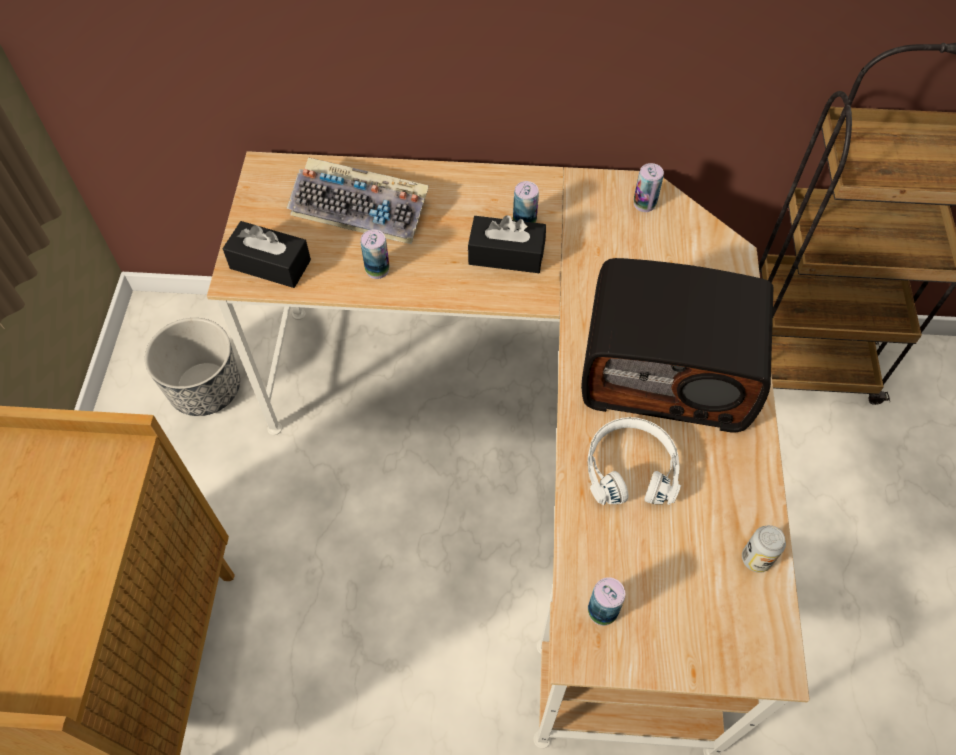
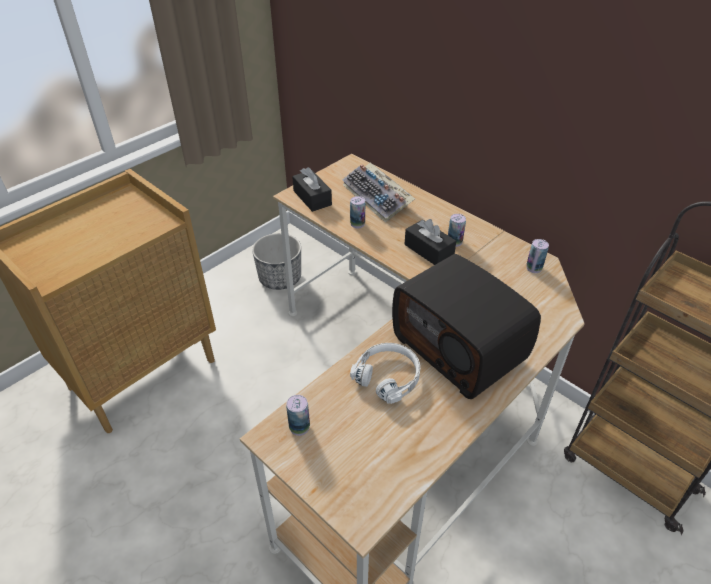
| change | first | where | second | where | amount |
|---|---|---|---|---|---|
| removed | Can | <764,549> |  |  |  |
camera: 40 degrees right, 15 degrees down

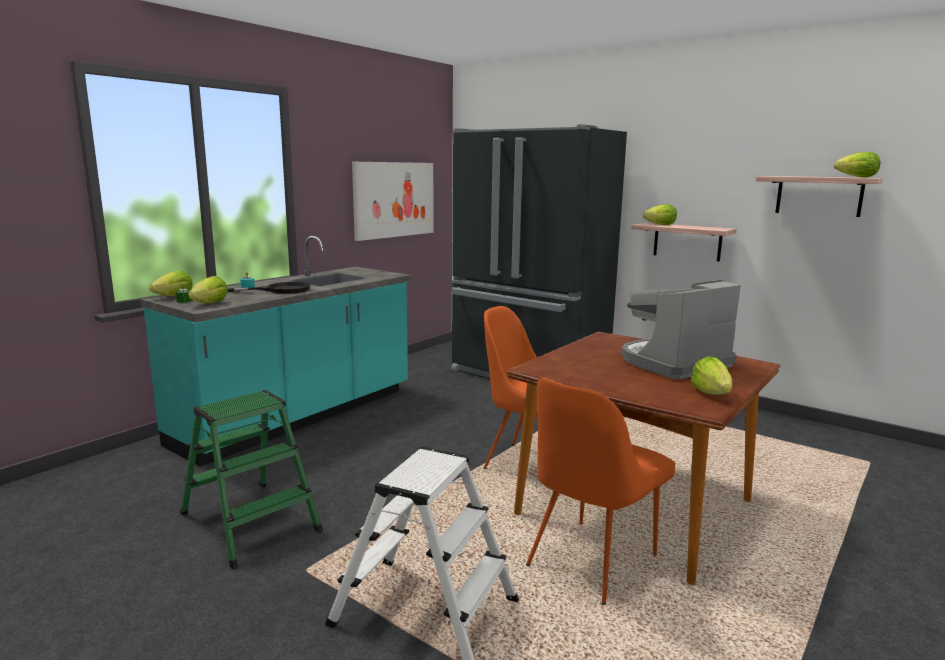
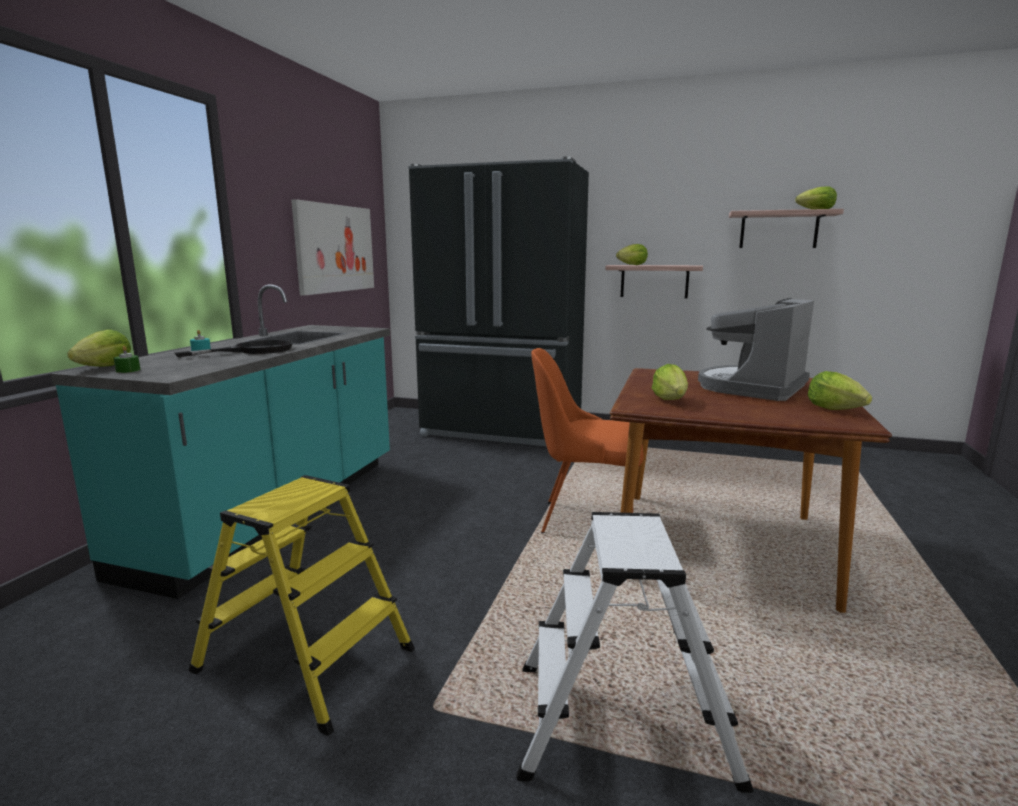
| change | first | where | second | where | amount |
|---|---|---|---|---|---|
| recoloured | GreenStepLadder | <251,479> | YellowStepLadder | <301,605> |  |
| moved | Lettuce | <208,289> |  | <670,382> |  |
| removed | OrangeChair | <600,491> |  |  |  |
camera: 20 degrees left, 0 degrees up

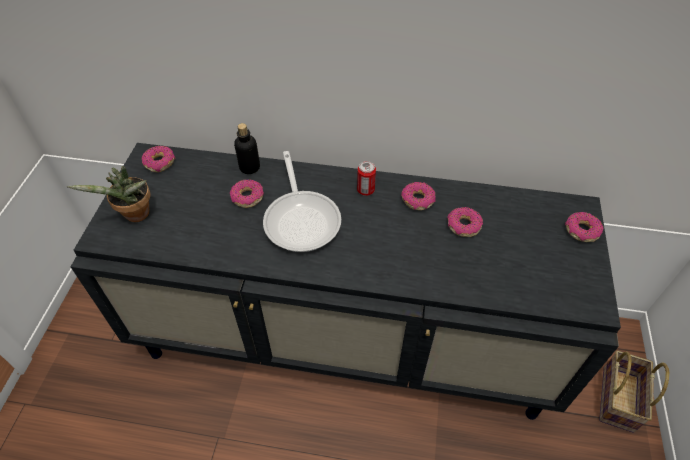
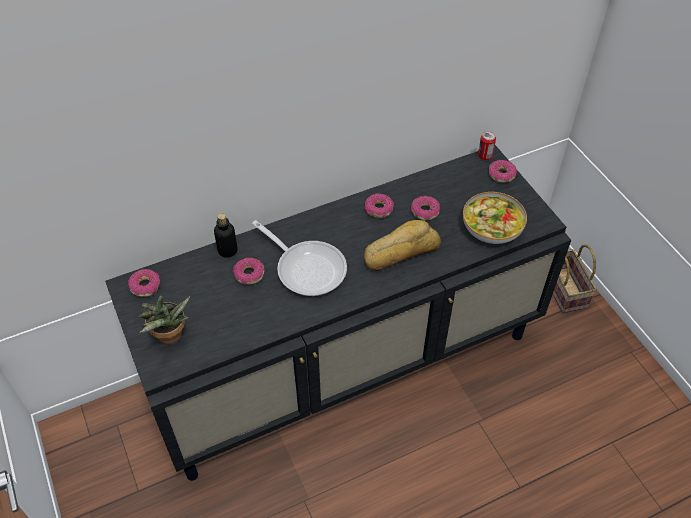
| change | first | where | second | where | amount |
|---|---|---|---|---|---|
| added |  |  | Bread | <402,245> |  |
| added |  |  | Bowl | <495,218> |  |
| moved | Can | <366,178> |  | <487,145> |  |
camera: 35 degrees left, 0 degrees up

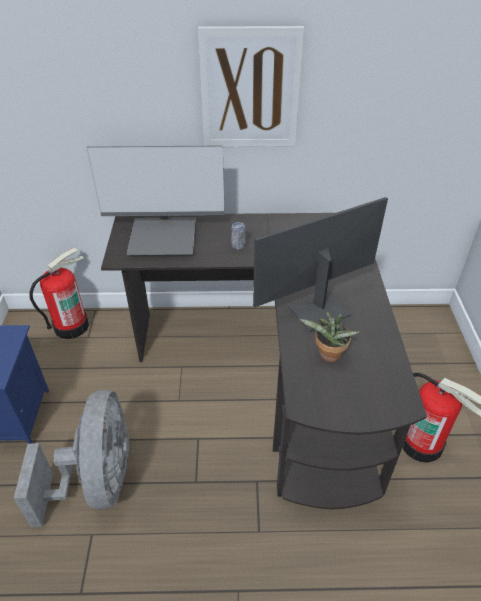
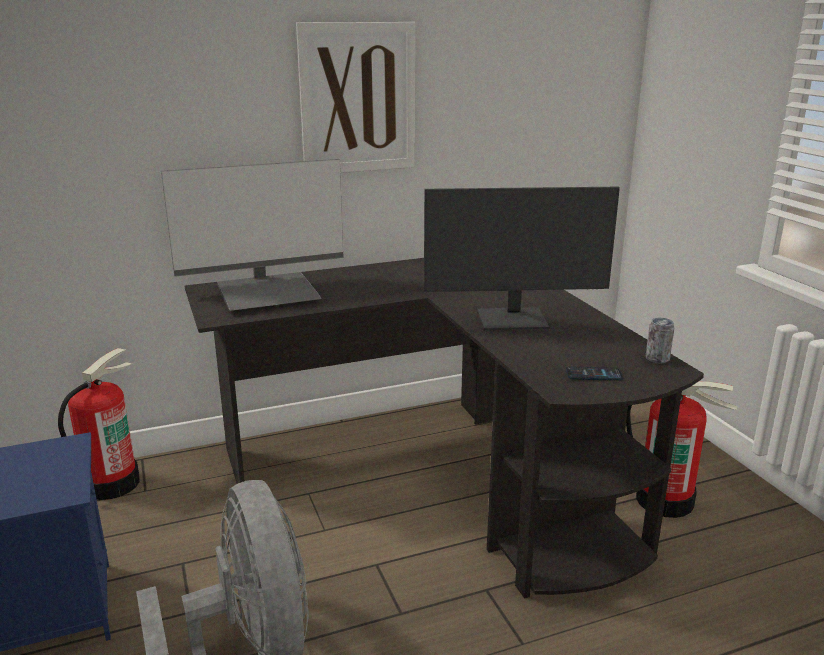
| change | first | where | second | where | amount |
|---|---|---|---|---|---|
| turned | Monitor | <320,264> |  | <522,258> | 135 degrees counterclockwise |
| added |  |  | Phone | <594,374> |  |
| moved | Can | <238,236> |  | <660,341> |  |
| removed | PottedPlant | <329,337> |  |  |  |
camera: 20 degrees left, 20 degrees down

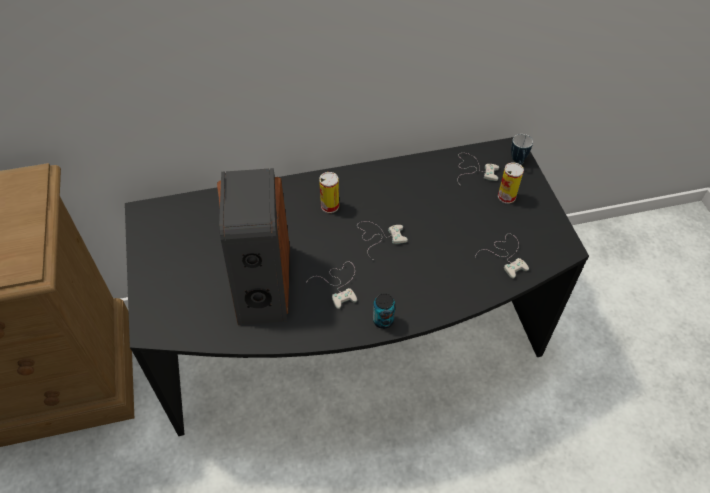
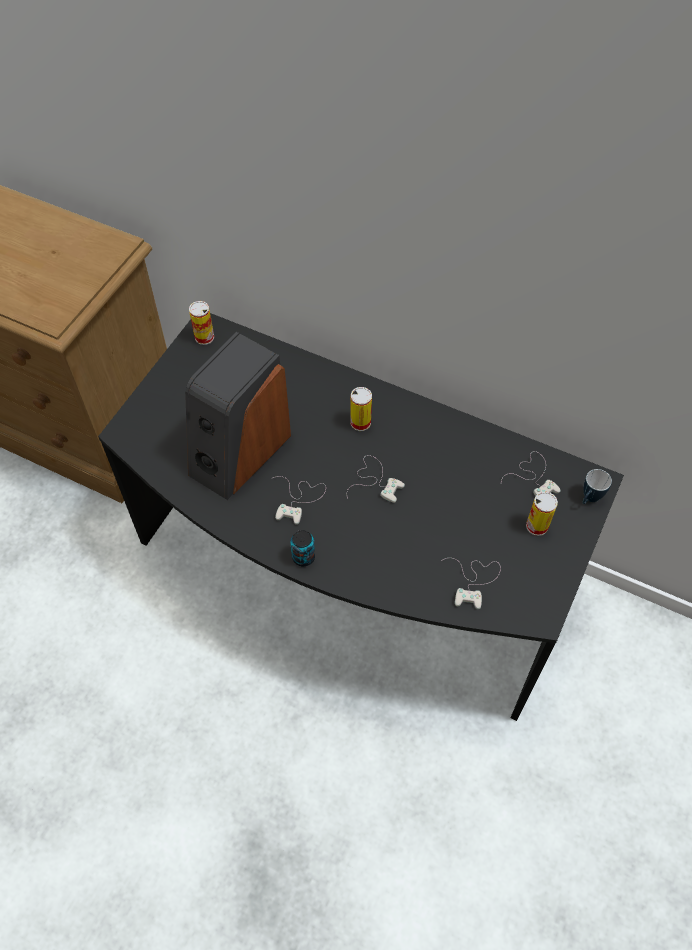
| change | first | where | second | where | amount |
|---|---|---|---|---|---|
| added |  |  | Can | <201,323> |  |
camera: 40 degrees right, 5 degrees up

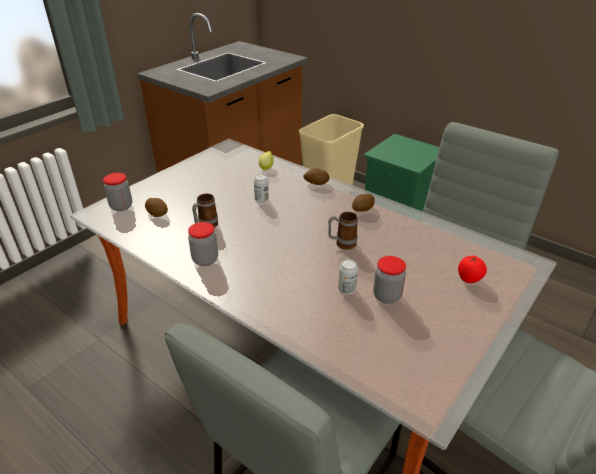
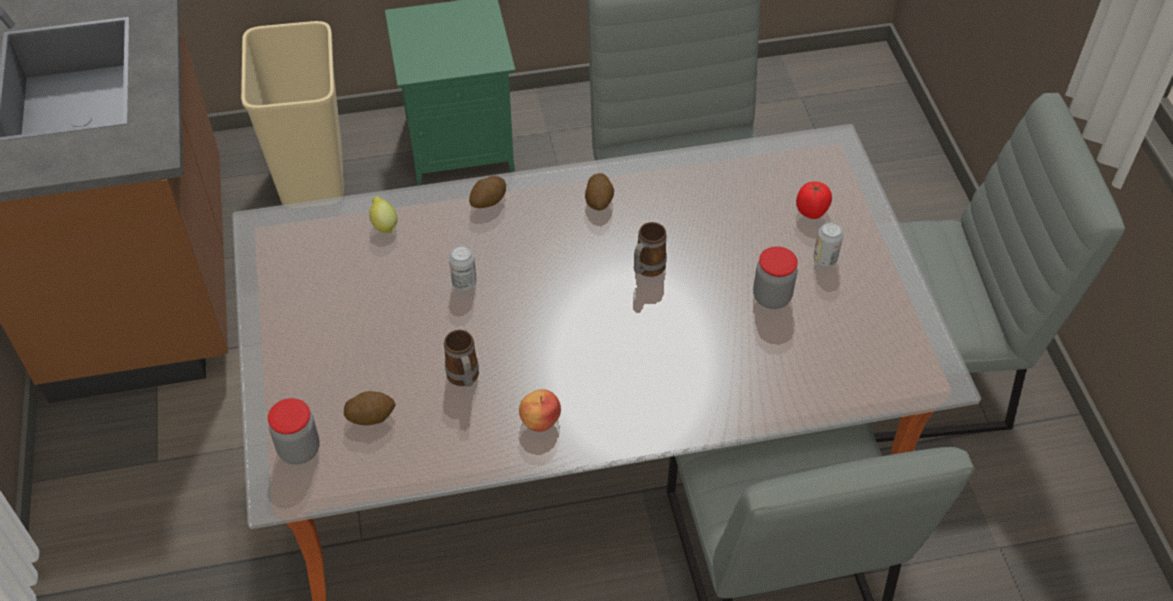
| change | first | where | second | where | amount |
|---|---|---|---|---|---|
| replaced | Jar | <203,244> | Apple | <540,410> |  |
| moved | Can | <348,276> |  | <828,244> |  |
camera: 50 degrees left, 15 degrees up

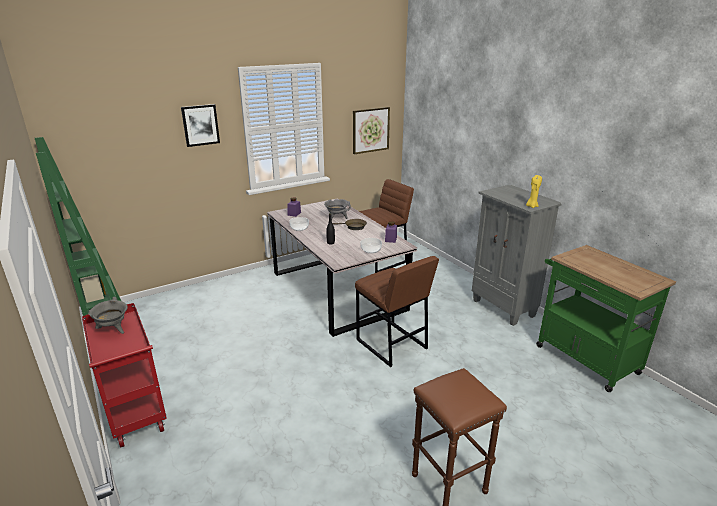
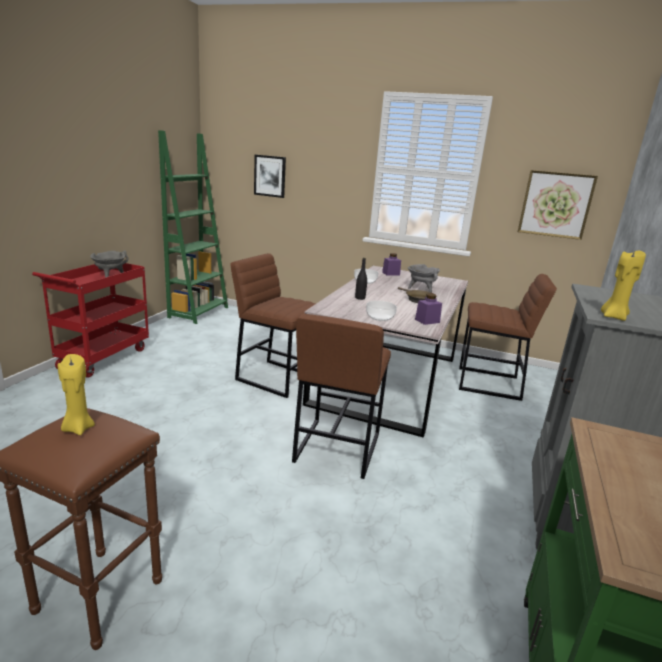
| change | first | where | second | where | amount |
|---|---|---|---|---|---|
| added |  |  | YellowCandle | <76,394> |  |
| added |  |  | BrownChair | <273,325> |  |
| moved | Picture | <200,125> |  | <270,176> |  |
camera: 50 degrees right, 5 degrees down

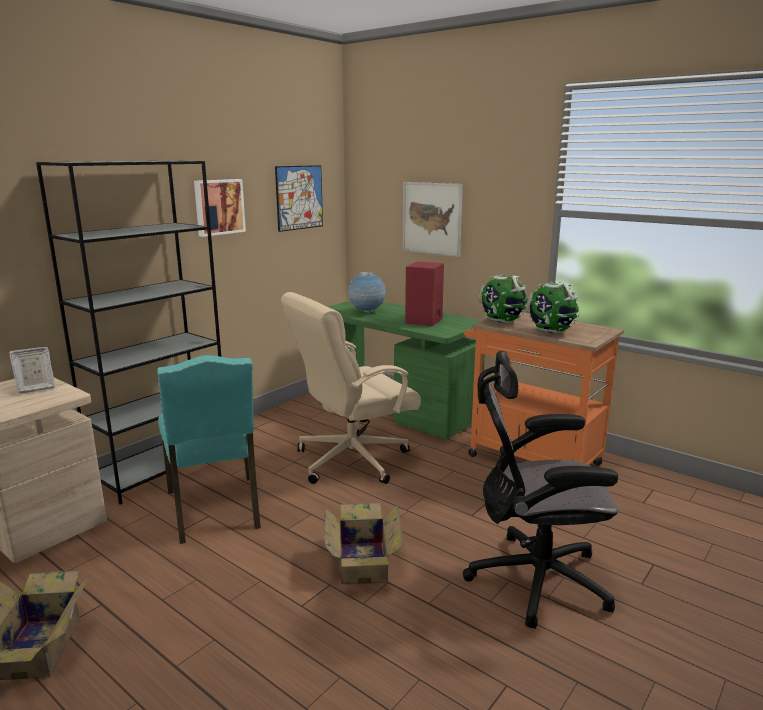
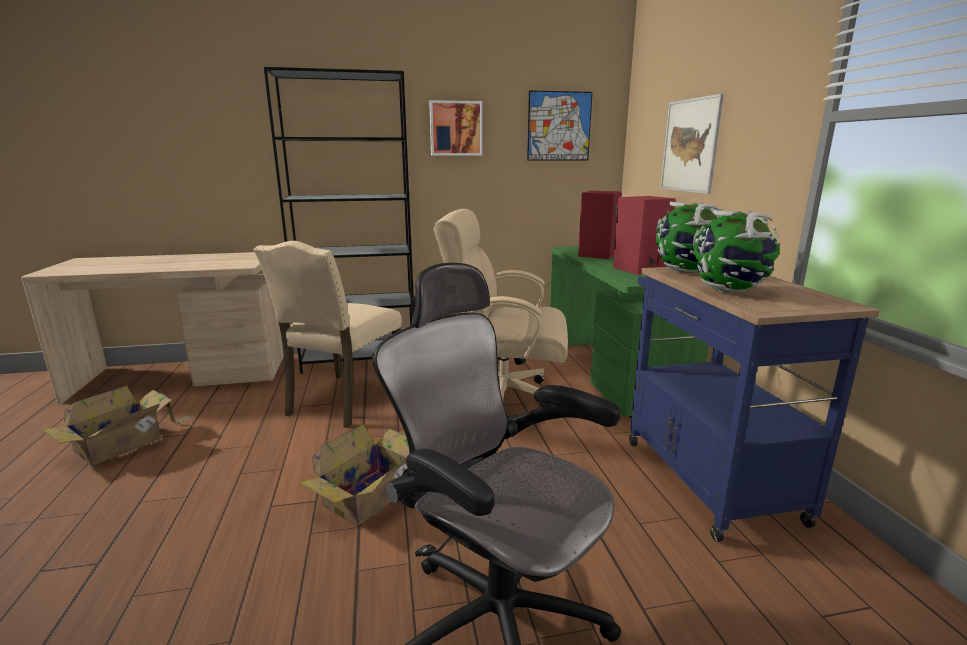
| change | first | where | second | where | amount |
|---|---|---|---|---|---|
| recoloured | TurquoiseChair | <209,449> | BeigeChair | <328,334> |  |
| replaced | Globe | <367,292> | RedSpeaker | <600,225> |  |
| recoloured | OrangeCart | <544,389> | BlueCart | <754,404> |  |
| removed | PictureFrame | <32,370> |  |  |  |
camera: 40 degrees right, 0 degrees up

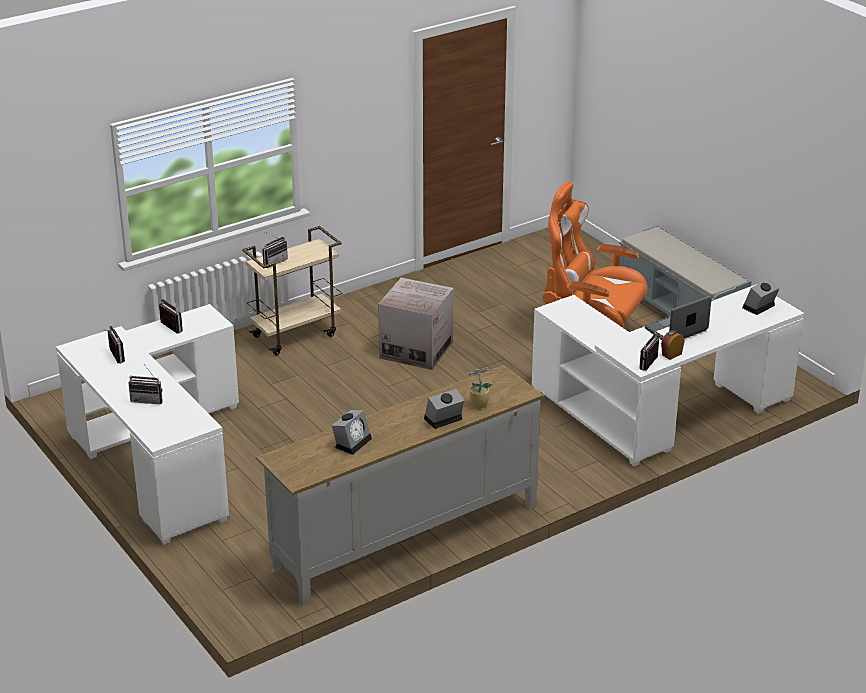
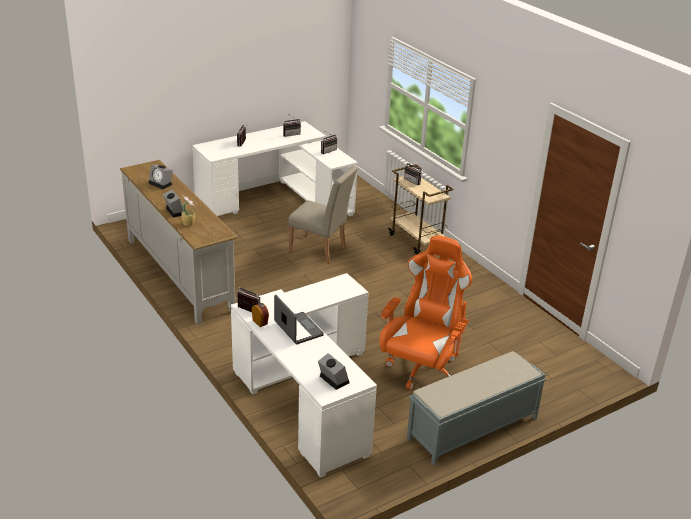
| change | first | where | second | where | amount |
|---|---|---|---|---|---|
| added |  |  | BeigeChair | <322,215> |  |
| removed | CardboardBox | <415,324> |  |  |  |
camera: 90 degrees right, 0 degrees up

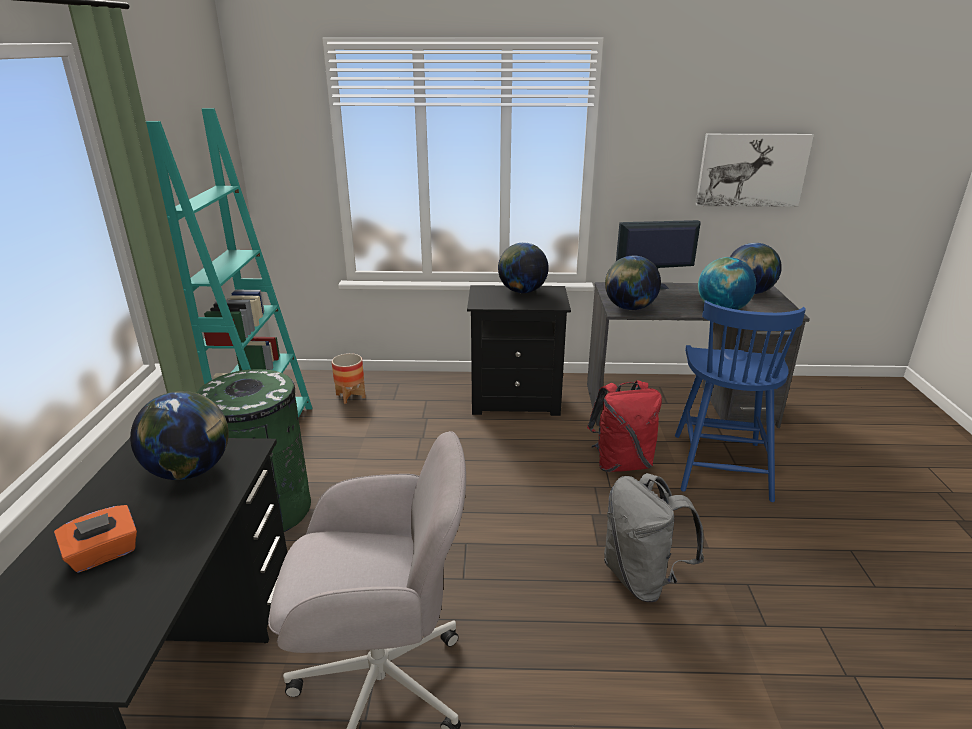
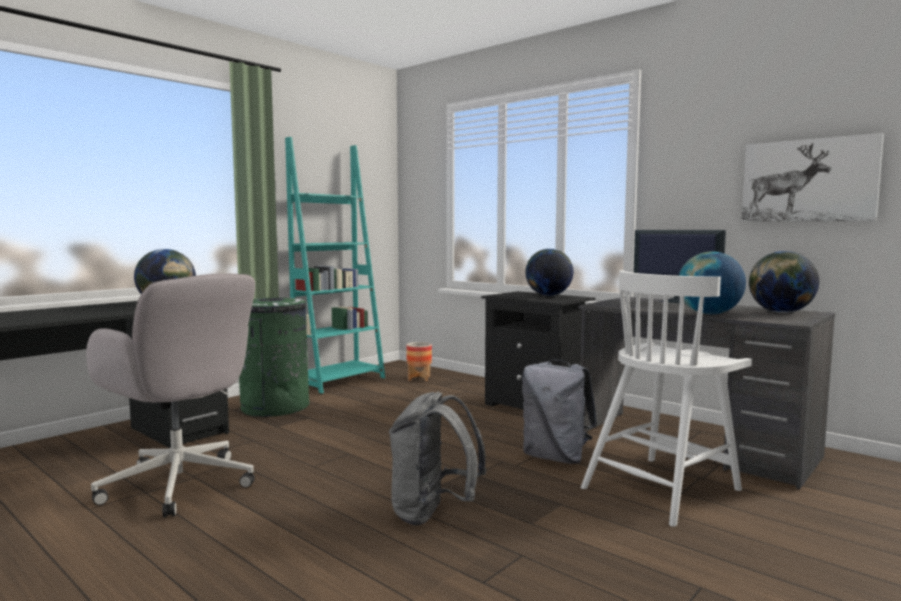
| change | first | where | second | where | amount |
|---|---|---|---|---|---|
| recoloured | RedBackpack | <624,426> | GreyBackpack | <559,411> |  |
| recoloured | BlueChair | <740,401> | WhiteChair | <666,398> |  |
| removed | OrangeTissueBox | <95,539> |  |  |  |
| removed | Globe | <633,283> |  |  |  |
camera: 40 degrees right, 20 degrees down

